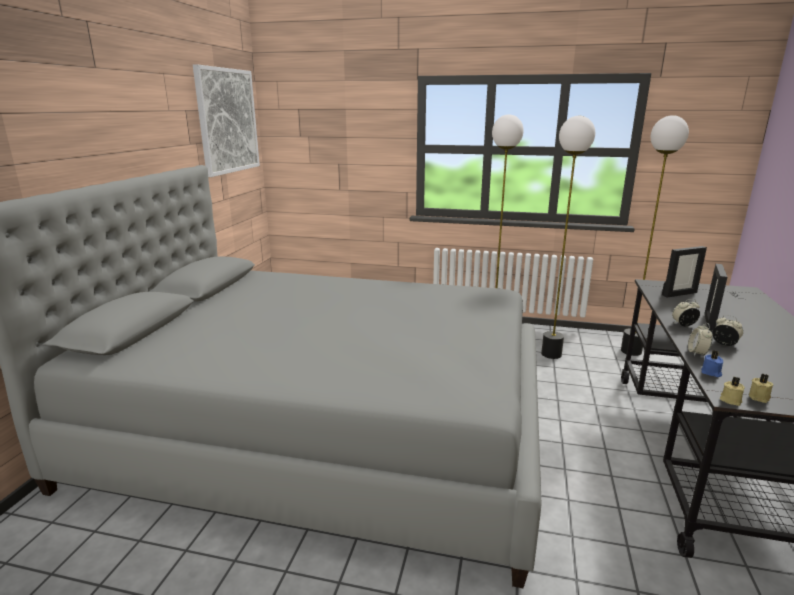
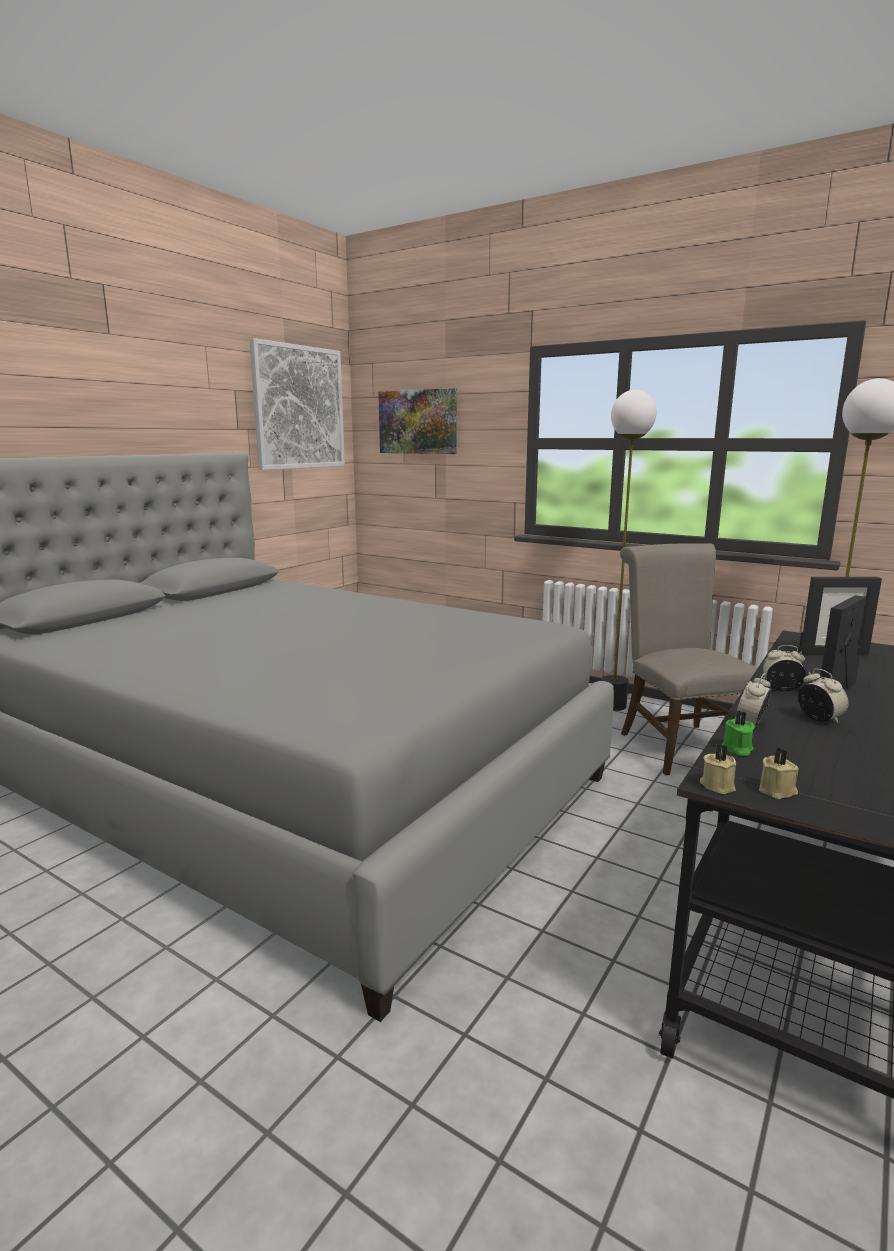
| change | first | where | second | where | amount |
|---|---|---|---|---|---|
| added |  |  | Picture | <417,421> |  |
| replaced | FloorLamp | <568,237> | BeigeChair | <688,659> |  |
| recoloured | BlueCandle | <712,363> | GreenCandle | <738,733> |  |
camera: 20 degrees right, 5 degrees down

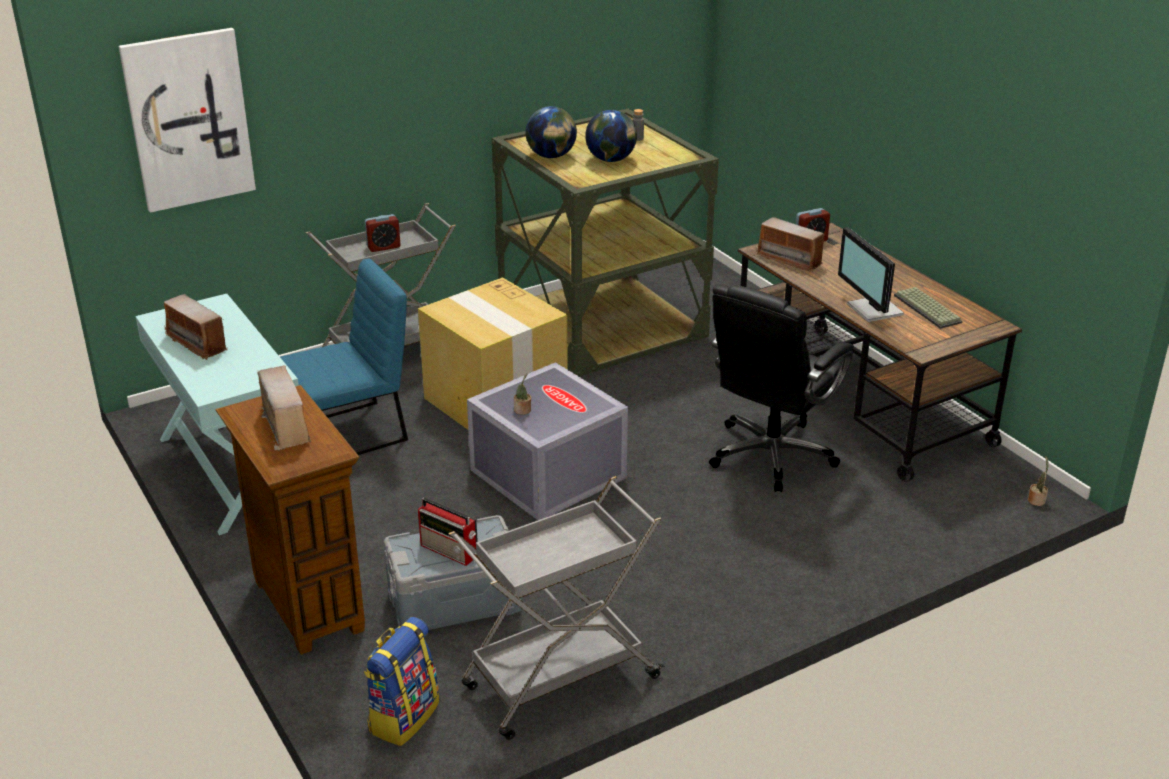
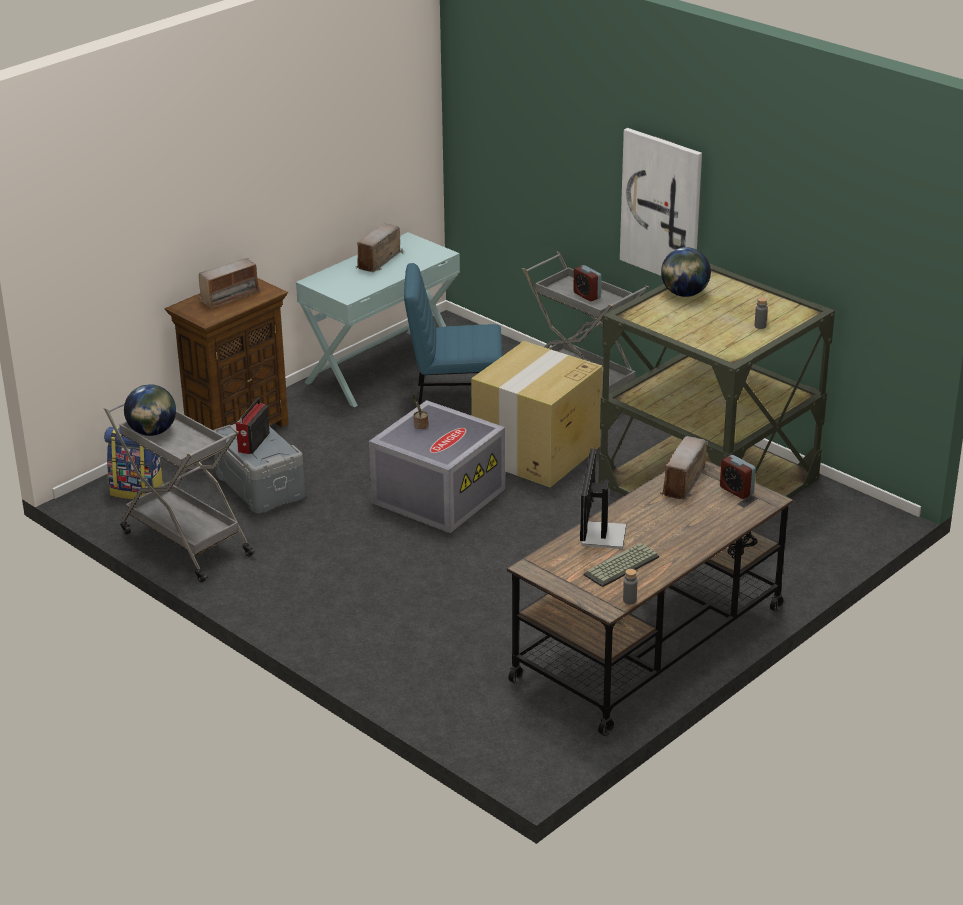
| change | first | where | second | where | amount |
|---|---|---|---|---|---|
| moved | Globe | <611,136> |  | <150,410> |  |
| turned | BlueChair | <344,356> |  | <453,339> | 135 degrees clockwise |
| turned | Monitor | <871,274> |  | <603,499> | 45 degrees counterclockwise |
| moved | Picture | <187,120> |  | <661,202> |  |
| added |  |  | GreyBottle | <630,586> |  |
| removed | BlackOfficeChair | <781,388> |  |  |  |
| removed | PottedPlant | <1038,481> |  |  |  |
camera: 75 degrees right, 0 degrees up

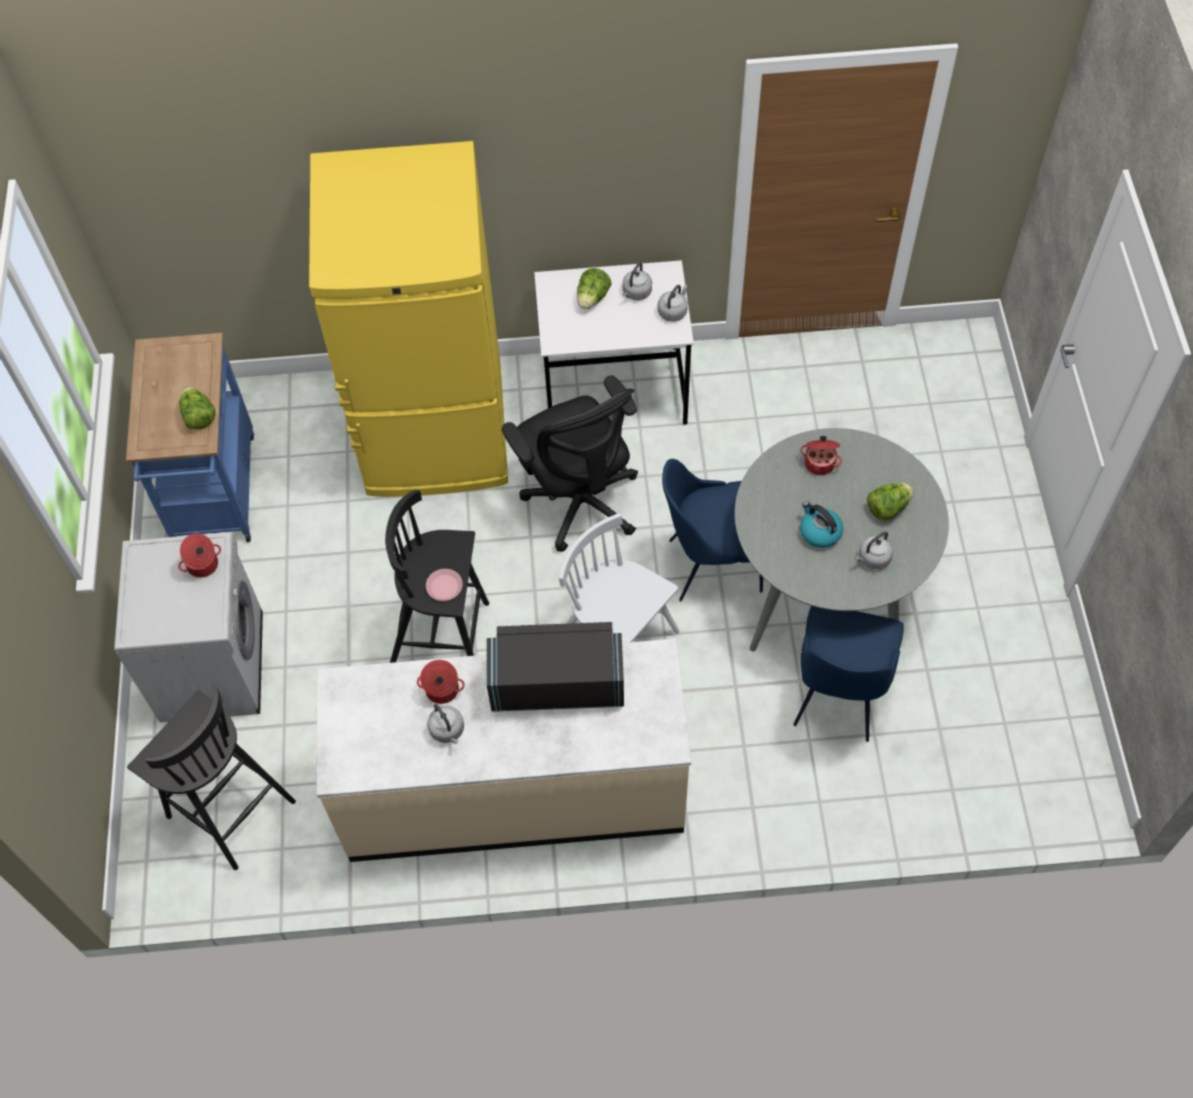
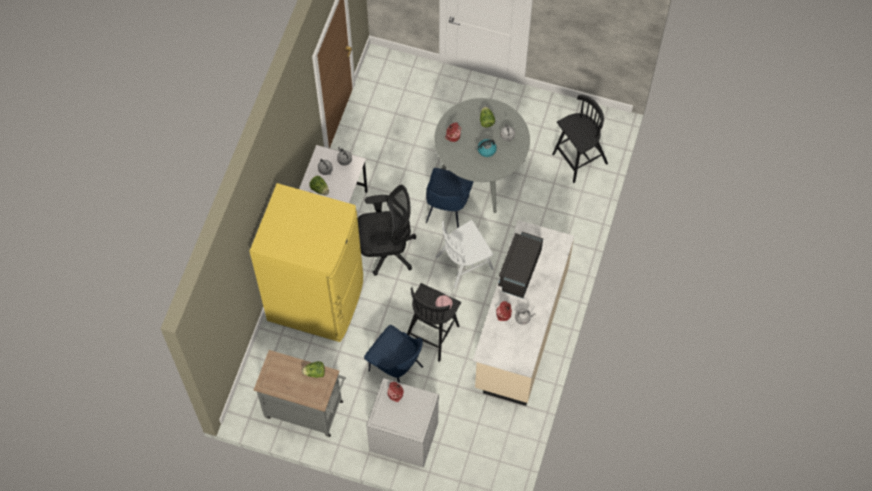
| change | first | where | second | where | amount |
|---|---|---|---|---|---|
| recoloured | BlueCart | <190,437> | GreyCart | <300,393> |  |
| moved | BlueChair | <848,674> |  | <393,353> |  |
| moved | BlackStool | <211,777> |  | <580,139> |  |
camera: 70 degrees left, 5 degrees up

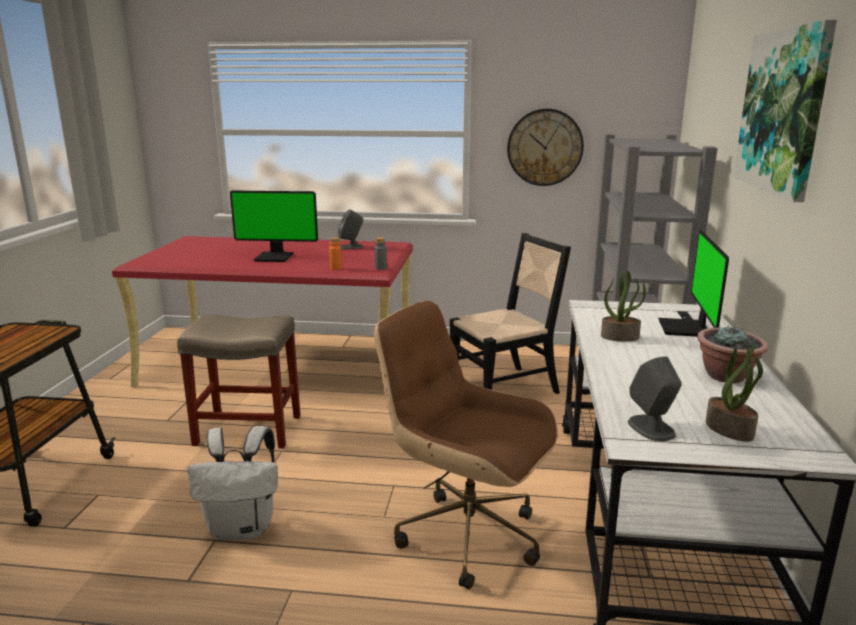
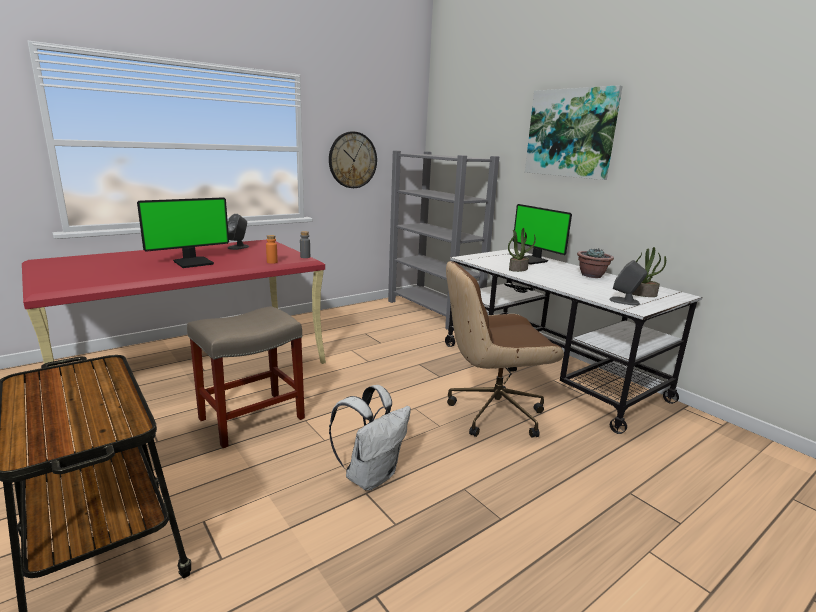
| change | first | where | second | where | amount |
|---|---|---|---|---|---|
| removed | Chair | <510,313> |  |  |  |
camera: 45 degrees left, 0 degrees up

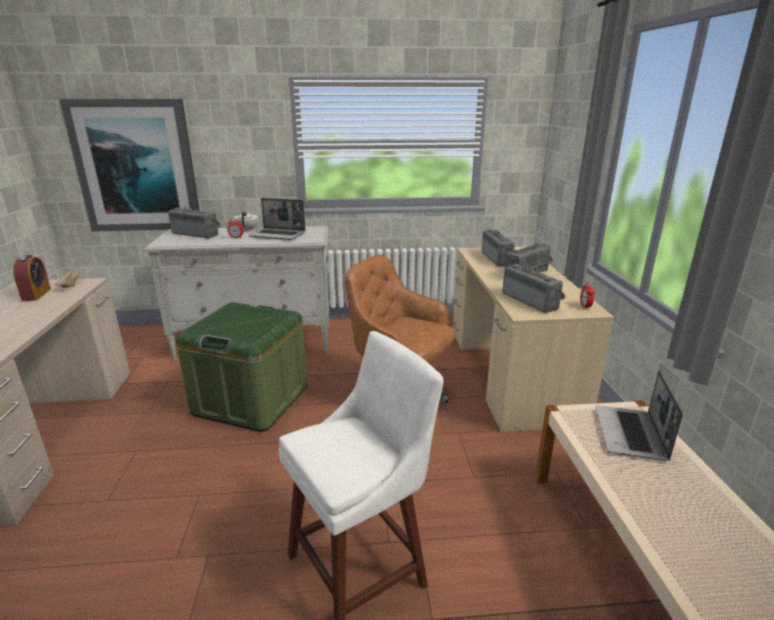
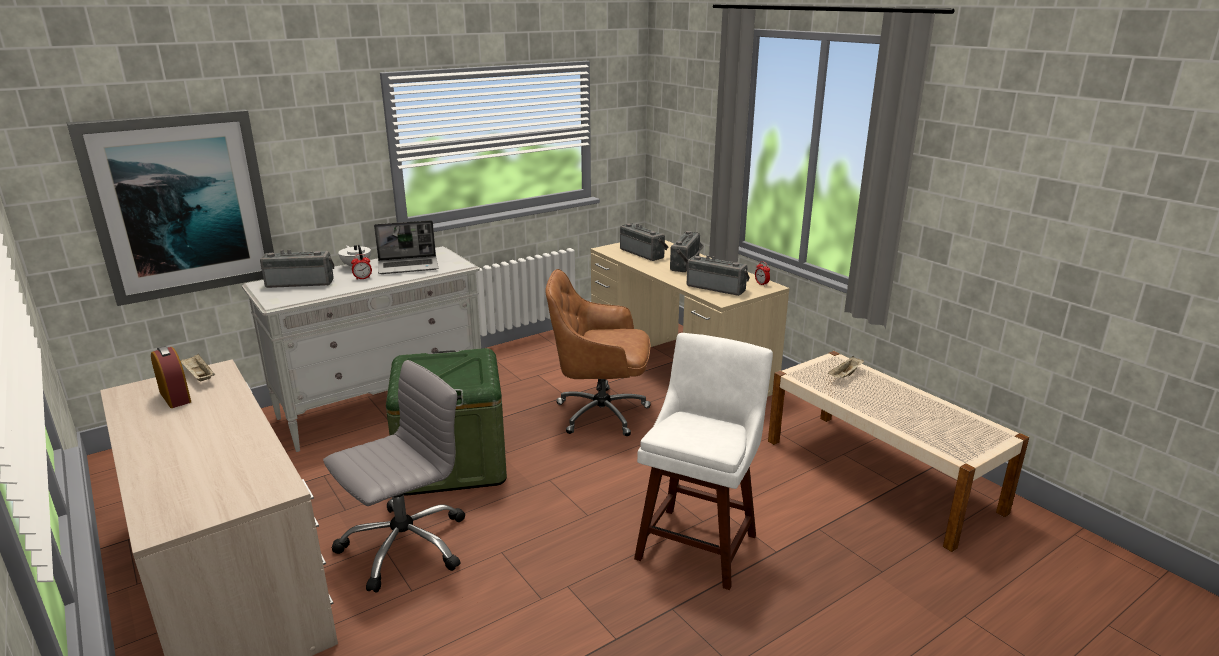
| change | first | where | second | where | amount |
|---|---|---|---|---|---|
| added |  |  | GreyOfficeChair | <394,476> |  |
| replaced | Laptop | <639,416> | BeigeTray | <846,367> |  |
camera: 30 degrees left, 0 degrees up

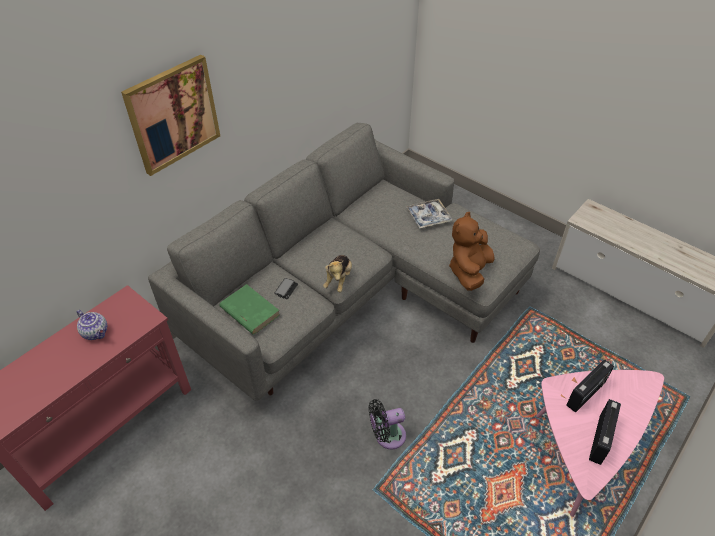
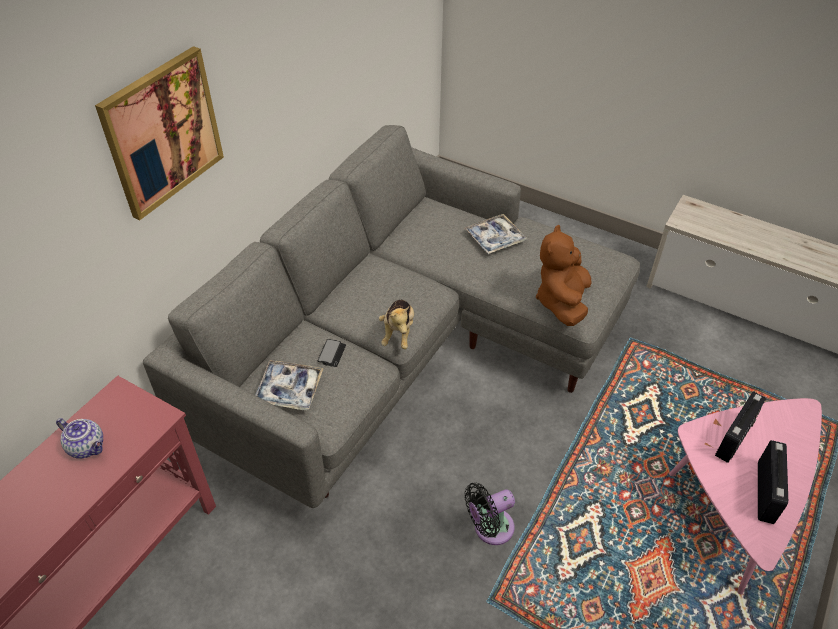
| change | first | where | second | where | amount |
|---|---|---|---|---|---|
| replaced | GreenBook | <250,309> | Tray | <289,385> |  |
camera: 10 degrees left, 0 degrees up

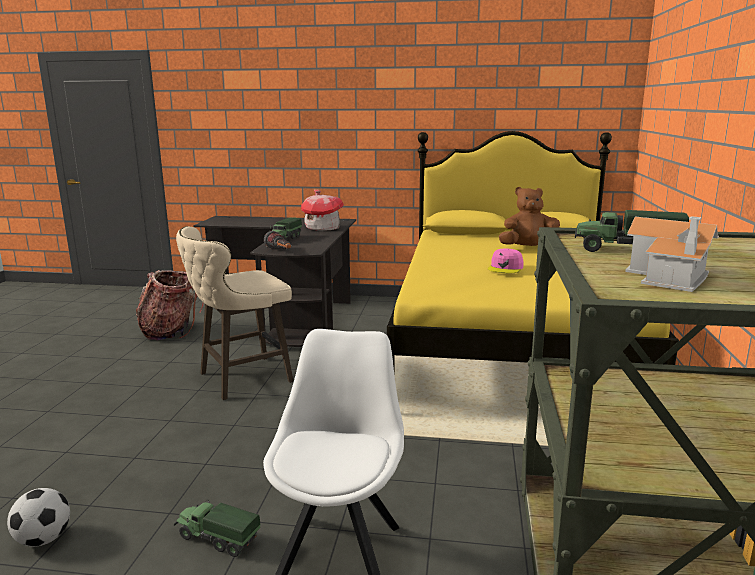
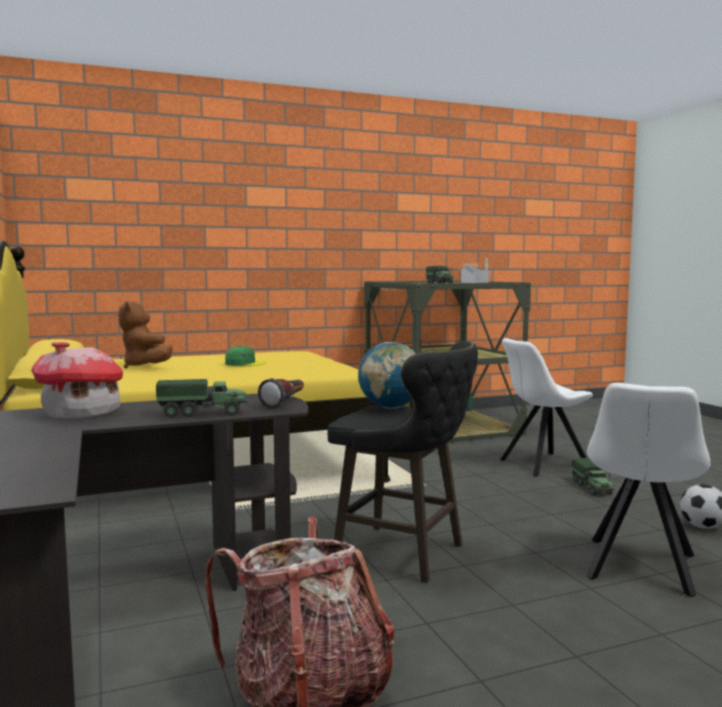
| change | first | where | second | where | amount |
|---|---|---|---|---|---|
| recoloured | PinkCap | <506,260> | GreenCap | <245,356> |  |
| recoloured | BeigeStool | <234,313> | BlackStool | <402,462> |  |
| added |  |  | Globe | <387,375> |  |
| added |  |  | WhiteChair | <648,490> |  |
camera: 120 degrees left, 10 degrees down

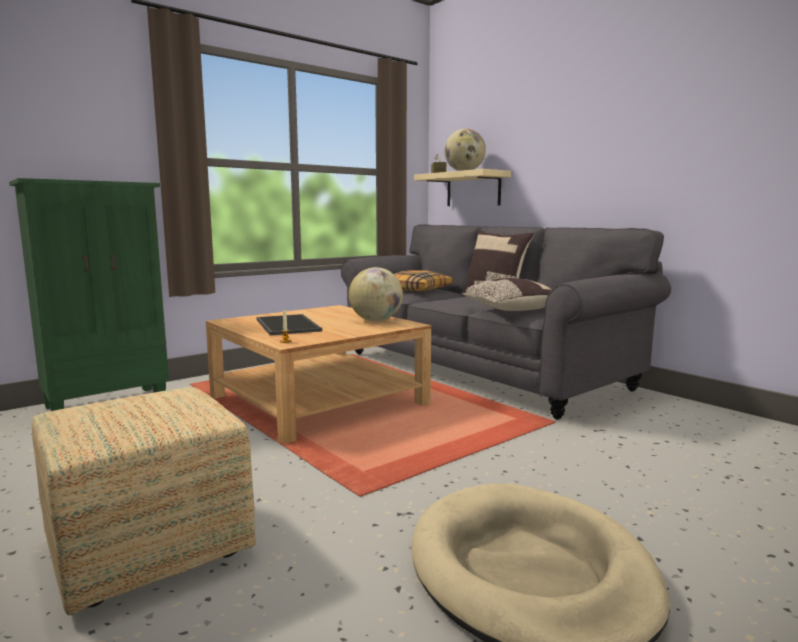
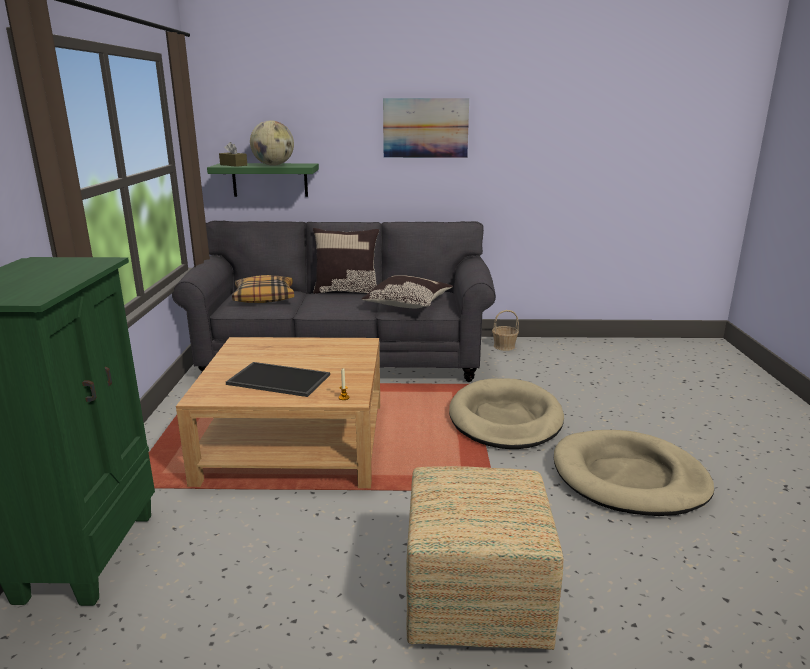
| change | first | where | second | where | amount |
|---|---|---|---|---|---|
| recoloured | BeigeShelf | <462,187> | GreenShelf | <263,180> |  |
| added |  |  | Picture | <426,128> |  |
| added |  |  | BeigeDogBed | <506,413> |  |
| added |  |  | Basket | <505,330> |  |
| removed | Globe | <376,294> |  |  |  |
camera: 50 degrees left, 10 degrees up

